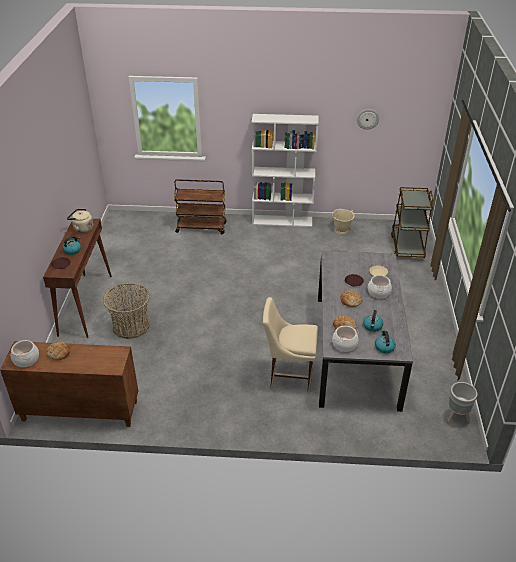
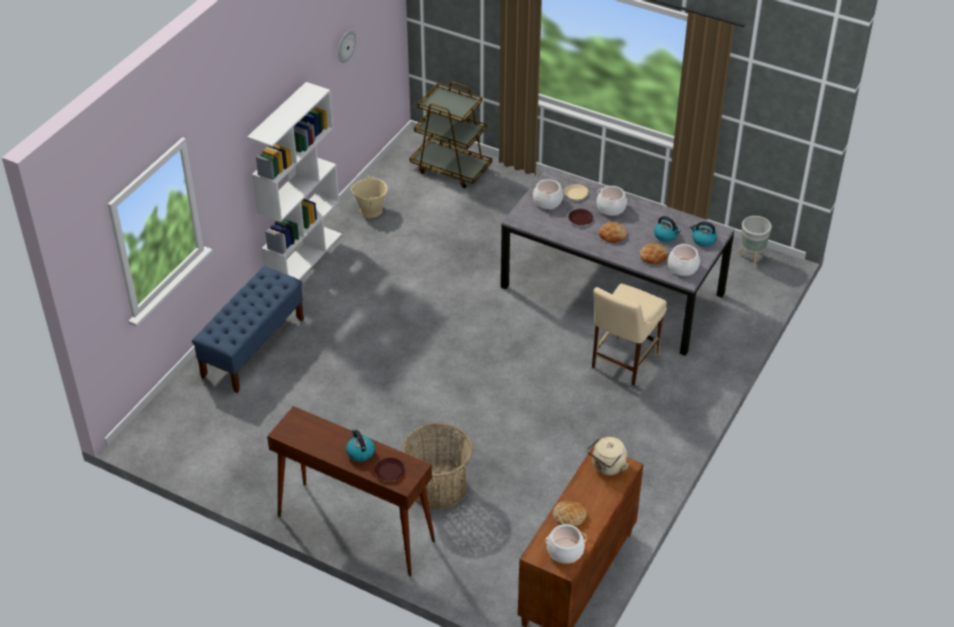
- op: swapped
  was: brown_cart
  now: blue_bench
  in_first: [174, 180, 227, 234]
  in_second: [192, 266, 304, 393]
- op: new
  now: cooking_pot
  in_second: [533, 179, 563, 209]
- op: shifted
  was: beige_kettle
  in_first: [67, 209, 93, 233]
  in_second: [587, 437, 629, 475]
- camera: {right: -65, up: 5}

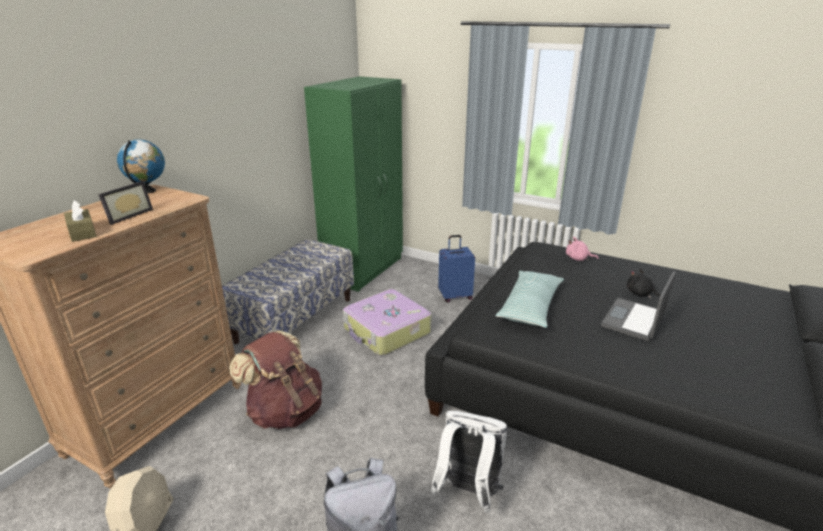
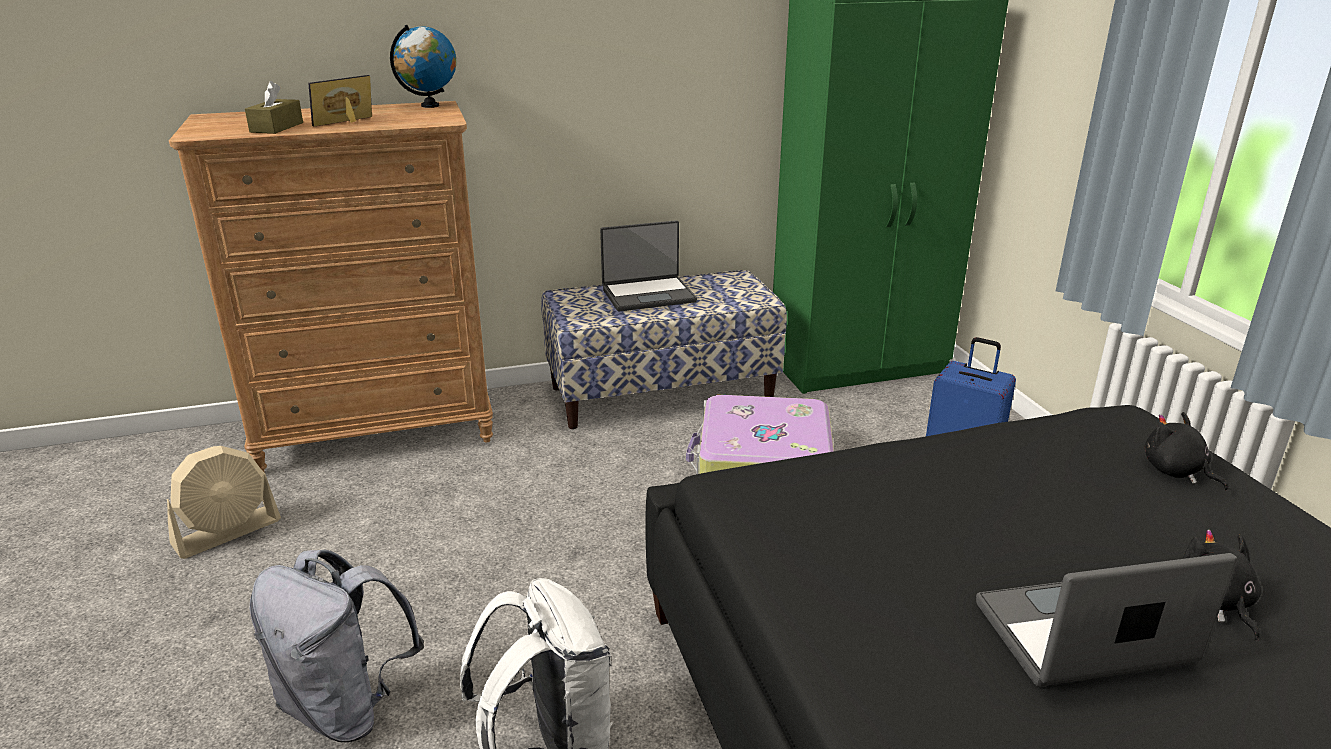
- op: rotated
  was: picture_frame
  in_first: [98, 181, 153, 225]
  in_second: [308, 75, 372, 127]
  clockwise: 150
- op: new
  now: laptop
  in_second: [600, 220, 697, 311]
- op: repainted
  was: pink_plush_toy
  now: black_plush_toy
  in_first: [566, 237, 598, 261]
  in_second: [1144, 412, 1228, 491]
- op: gone
  was: brown_backpack
  in_first: [229, 330, 322, 429]
- op: gone
  was: pillow
  in_first: [495, 271, 564, 328]
- camera: {right: 45, up: 0}

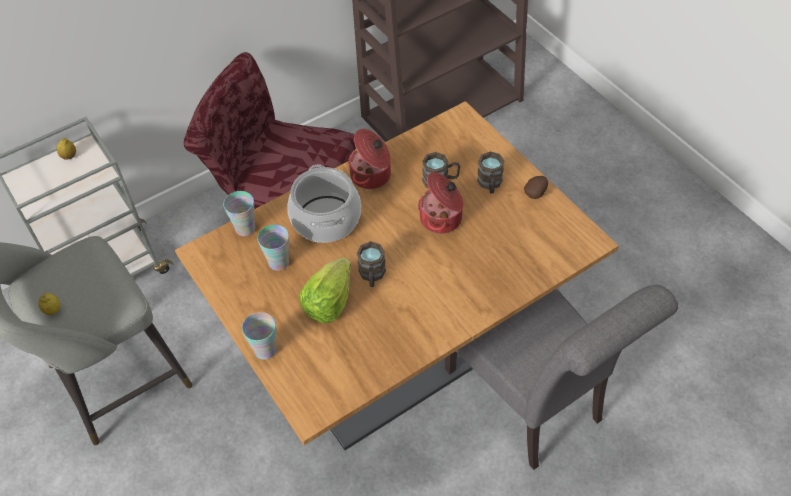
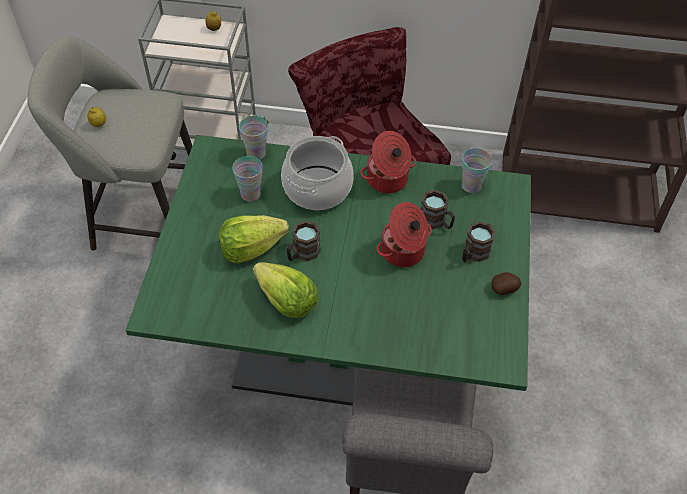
- op: repainted
  was: brown_dining_table
  now: green_dining_table
  in_first: [175, 101, 619, 450]
  in_second: [126, 135, 531, 406]
- op: new
  now: lettuce
  in_second: [253, 262, 318, 318]
- op: shifted
  was: cup
  in_first: [242, 312, 277, 360]
  in_second: [462, 148, 492, 193]
- camera: {right: 40, up: 0}

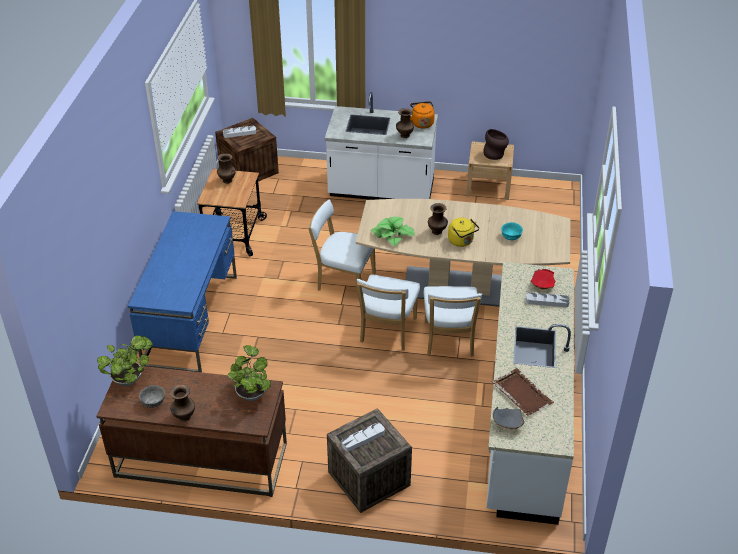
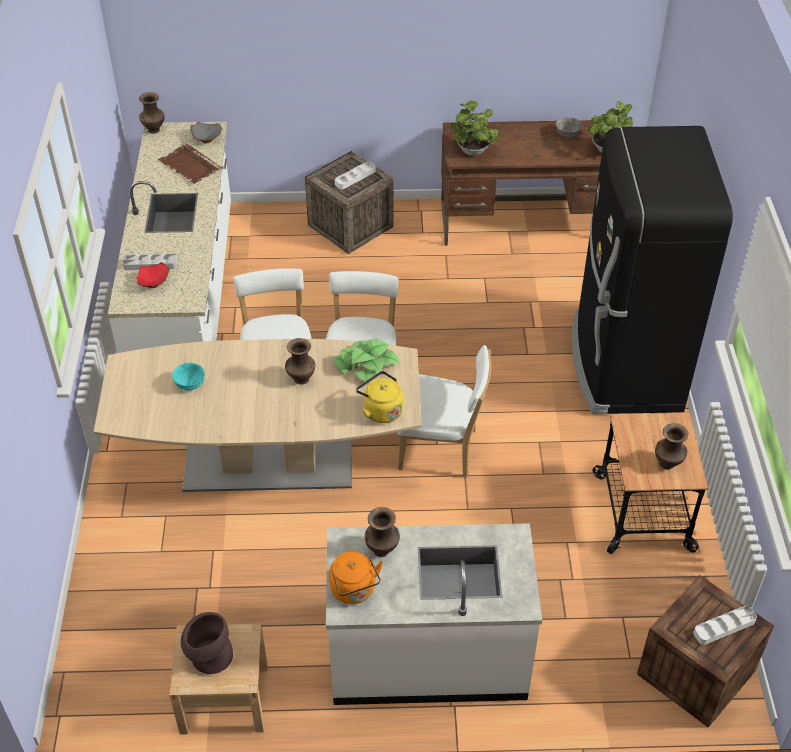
- op: shifted
  was: brown_vase
  in_first: [170, 385, 195, 422]
  in_second: [139, 92, 165, 134]
- op: shifted
  was: yellow_kettle
  in_first: [448, 218, 479, 247]
  in_second: [356, 371, 403, 423]
- op: swapped
  was: blue_desk
  now: black_fridge
  in_first: [128, 211, 237, 372]
  in_second: [572, 126, 733, 414]
- camera: {right: 170, up: 5}

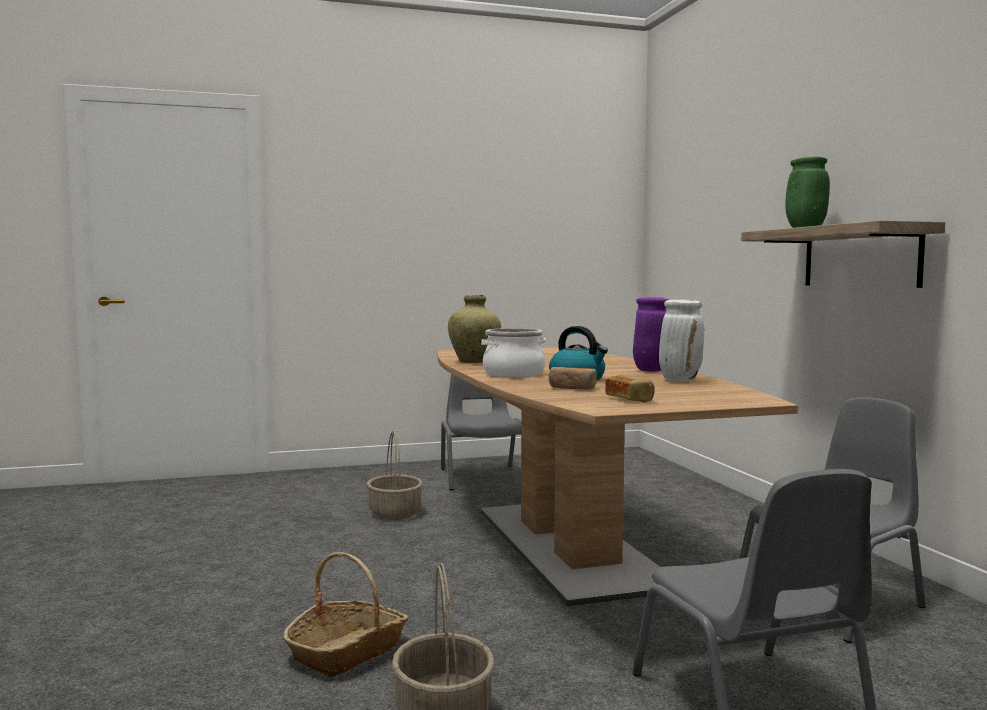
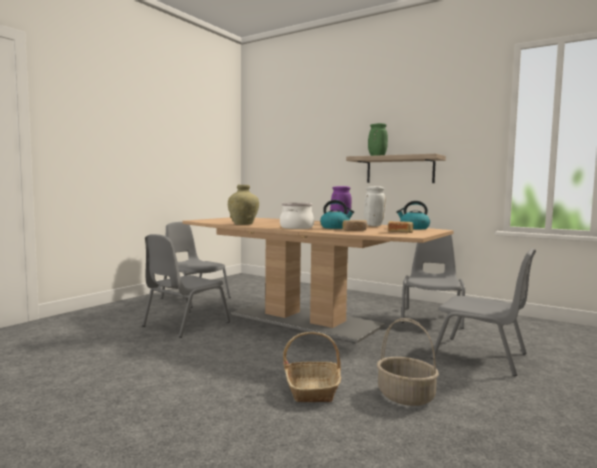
- op: swapped
  was: basket
  now: grey_chair
  in_first: [367, 431, 423, 520]
  in_second: [142, 234, 230, 338]
- op: new
  now: kettle
  in_second: [396, 201, 430, 229]
- camera: {right: -40, up: 0}

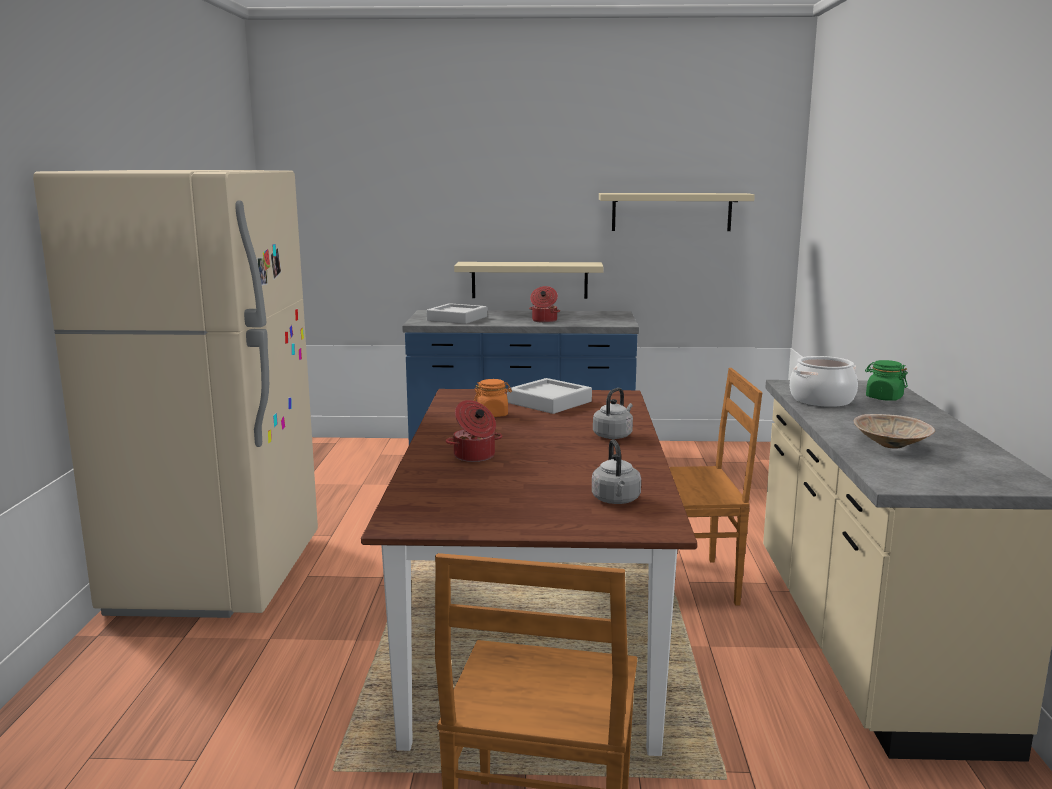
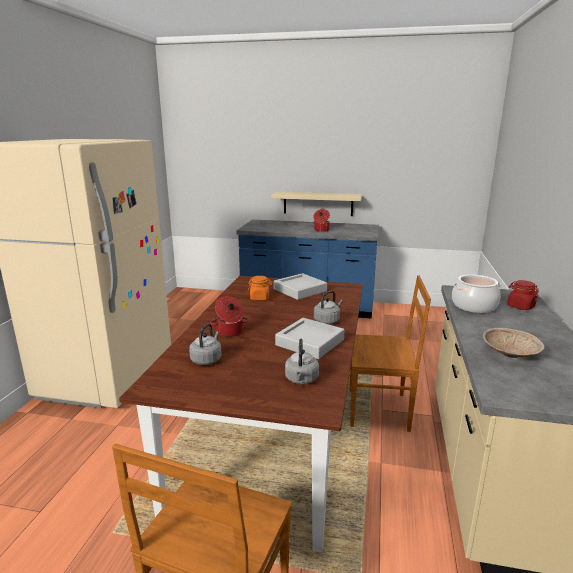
- op: new
  now: grey_kettle
  in_second: [189, 323, 222, 365]
- op: shifted
  was: grey_tray
  in_first: [427, 303, 487, 324]
  in_second: [275, 318, 344, 359]
- op: repainted
  was: green_jar
  now: red_jar
  in_first: [865, 360, 908, 401]
  in_second: [507, 280, 539, 310]
- op: gone
  was: beige_shelf
  in_first: [599, 193, 755, 231]
- camera: {right: 10, up: 5}

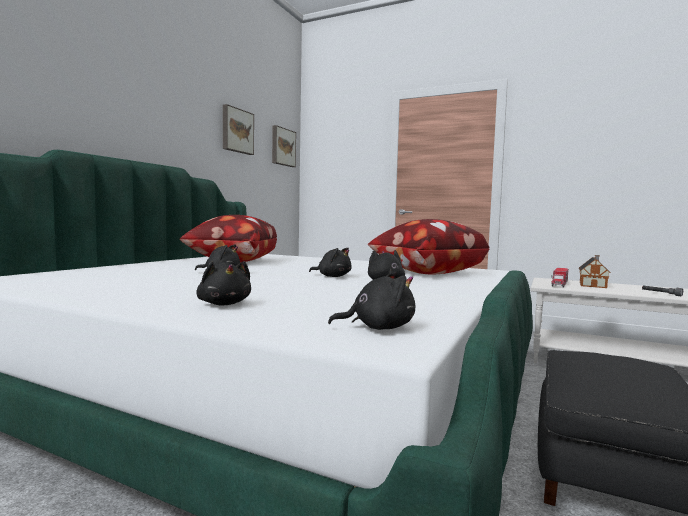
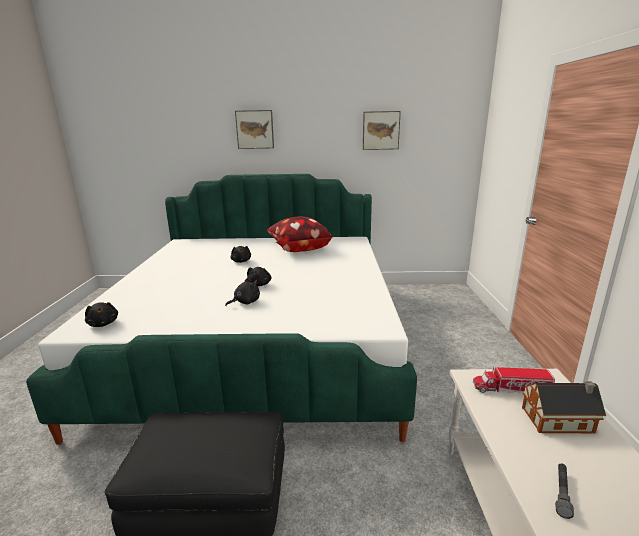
- op: shifted
  was: picture
  in_first: [272, 125, 296, 167]
  in_second: [235, 110, 274, 149]
- op: gone
  was: black_plush_toy
  in_first: [196, 261, 251, 305]
- op: gone
  was: pillow
  in_first: [368, 219, 490, 274]
- camera: {right: 65, up: 15}

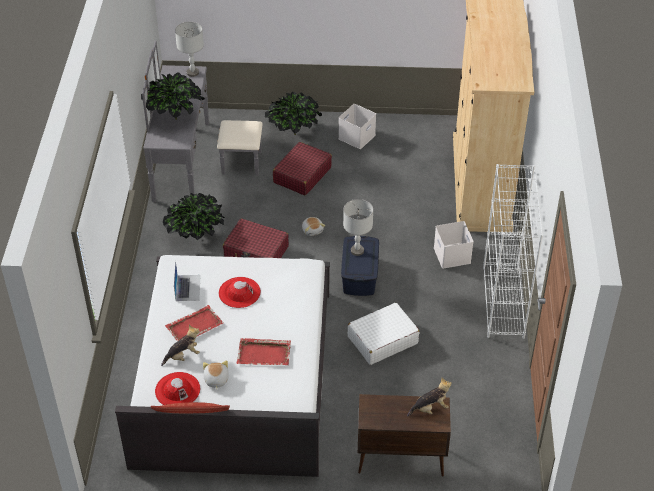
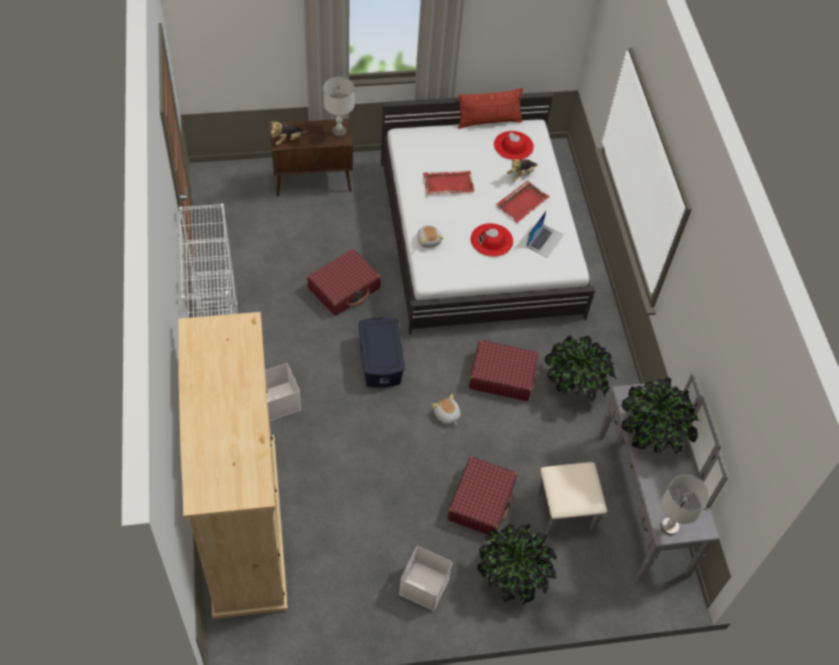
- op: repainted
  was: white_suitcase
  now: red_suitcase
  in_first: [348, 303, 419, 365]
  in_second: [307, 249, 381, 316]
- op: shifted
  was: grey_table_lamp
  in_first: [343, 199, 373, 256]
  in_second: [323, 77, 355, 138]
- op: shifted
  was: plush_toy
  in_first: [203, 361, 229, 390]
  in_second: [417, 225, 444, 248]
- op: rotated
  was: laptop
  in_first: [174, 261, 201, 301]
  in_second: [526, 211, 563, 257]
  clockwise: -135
- camera: {right: 165, up: 10}

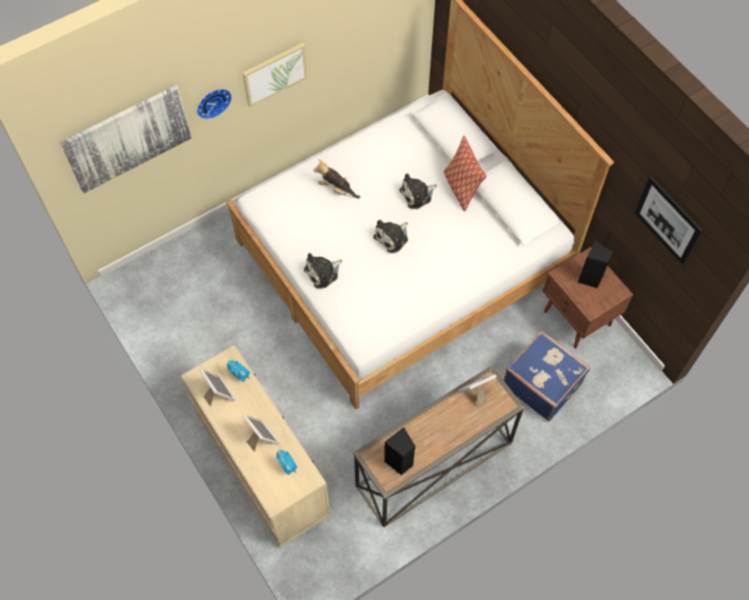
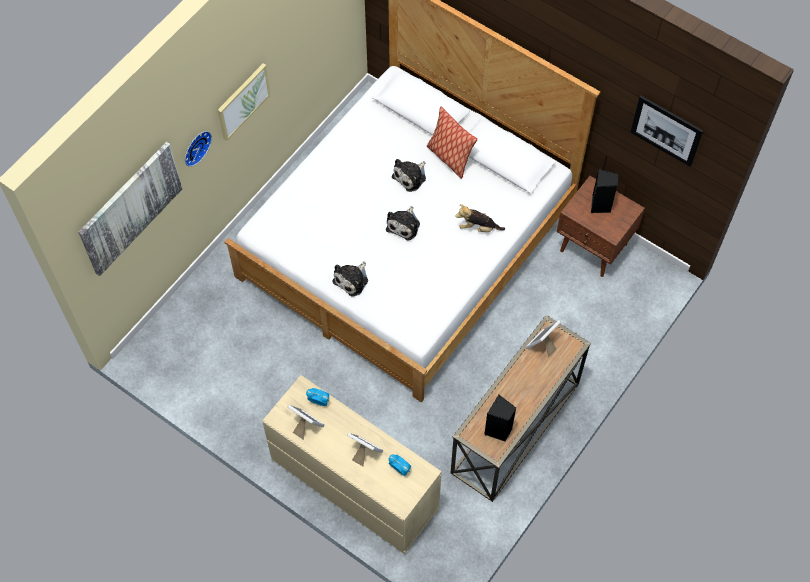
- op: shifted
  was: plush_toy
  in_first: [313, 159, 360, 199]
  in_second: [455, 204, 505, 232]
- op: gone
  was: blue_suitcase
  in_first: [504, 330, 591, 421]
- camera: {right: -20, up: 0}

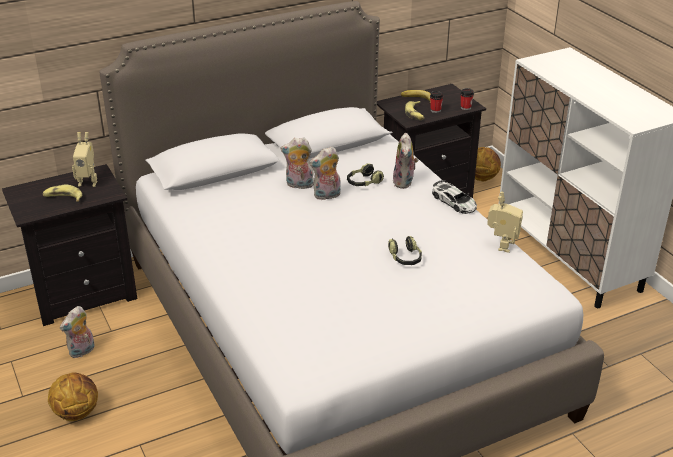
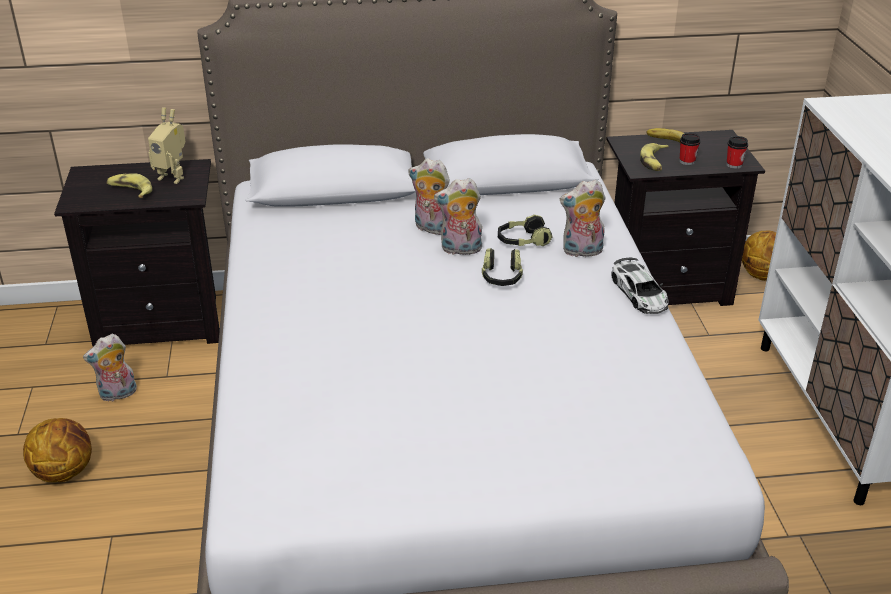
- op: shifted
  was: headphones
  in_first: [388, 236, 422, 265]
  in_second: [482, 248, 523, 286]
- op: rotated
  was: plush_toy
  in_first: [393, 133, 418, 189]
  in_second: [560, 179, 606, 257]
  clockwise: 60
- op: gone
  was: toy_robot
  in_first: [487, 192, 523, 253]
- camera: {right: 20, up: 0}

